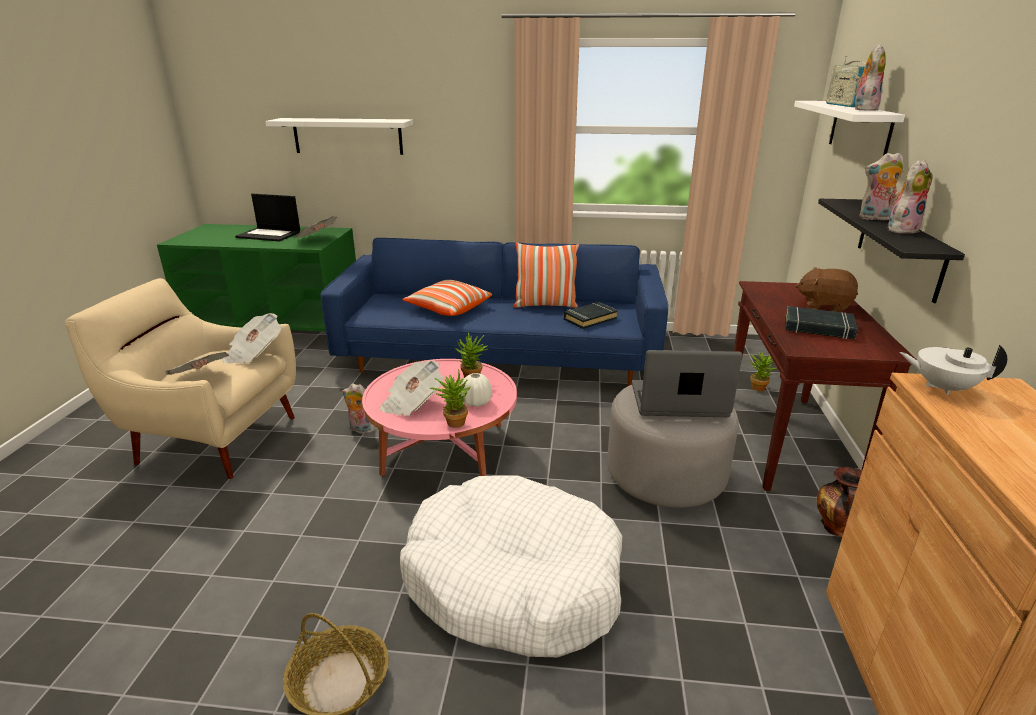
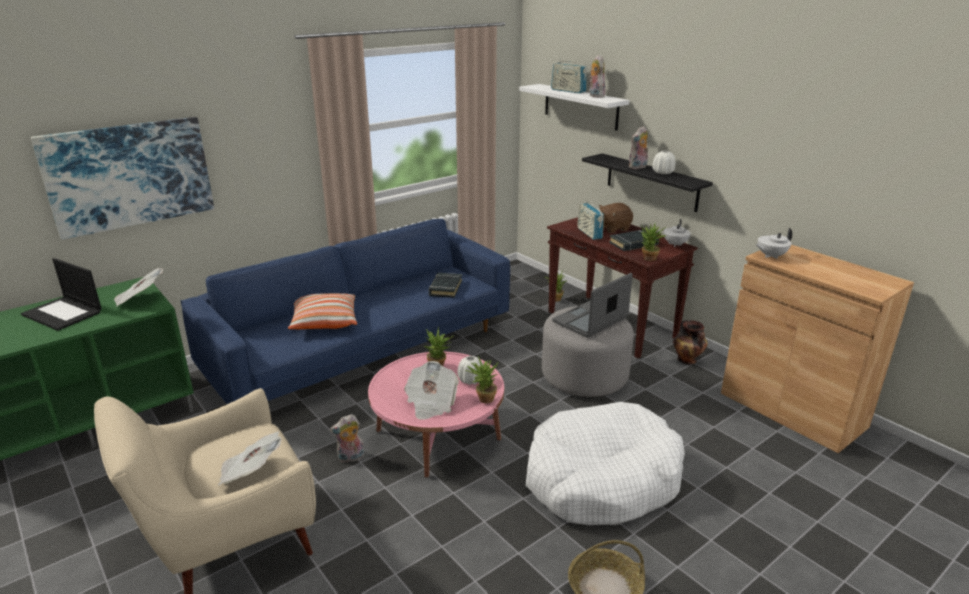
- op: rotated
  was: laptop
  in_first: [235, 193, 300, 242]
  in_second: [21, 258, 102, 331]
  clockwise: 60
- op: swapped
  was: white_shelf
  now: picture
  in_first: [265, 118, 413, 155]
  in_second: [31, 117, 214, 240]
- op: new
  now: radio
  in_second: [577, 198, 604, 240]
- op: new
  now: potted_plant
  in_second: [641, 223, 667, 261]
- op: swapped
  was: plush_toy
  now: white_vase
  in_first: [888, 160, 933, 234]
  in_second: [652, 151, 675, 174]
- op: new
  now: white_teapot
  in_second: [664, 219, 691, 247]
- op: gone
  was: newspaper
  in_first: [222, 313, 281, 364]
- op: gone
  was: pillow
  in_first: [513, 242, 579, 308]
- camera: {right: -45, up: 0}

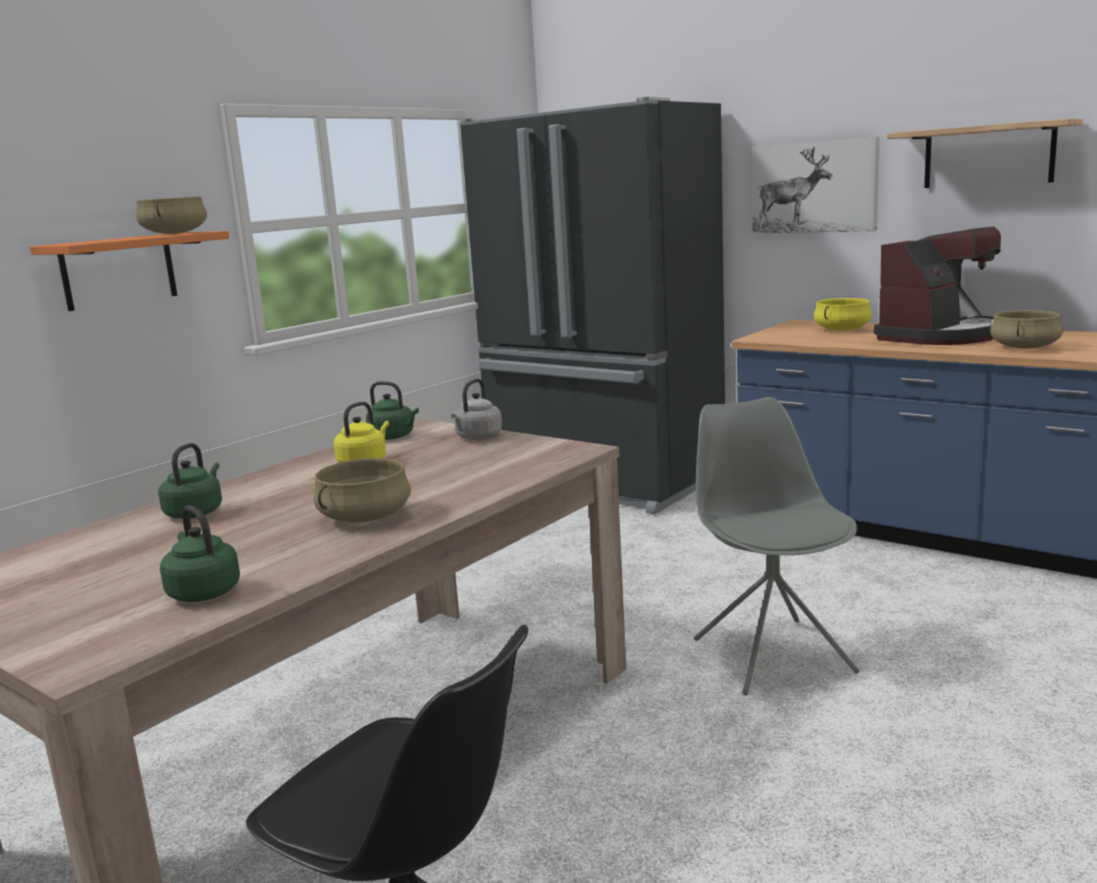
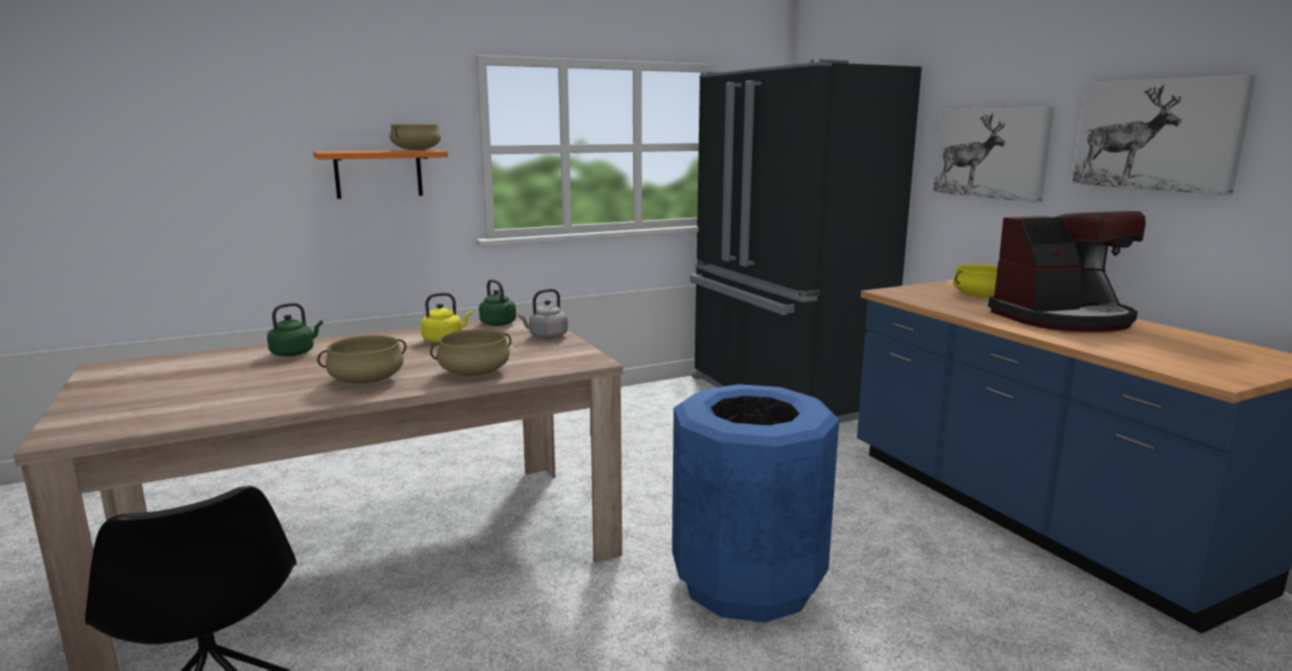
- op: shifted
  was: beige_cooking_pot
  in_first: [990, 310, 1063, 349]
  in_second: [430, 329, 512, 376]
- op: swapped
  was: grey_chair
  now: blue_trash_can
  in_first: [694, 397, 859, 695]
  in_second: [672, 384, 839, 623]
- op: swapped
  was: shelf
  now: picture
  in_first: [887, 118, 1083, 188]
  in_second: [1072, 75, 1256, 195]
- op: gone
  was: green_kettle
  in_first: [160, 505, 240, 602]
- camera: {right: 25, up: 0}

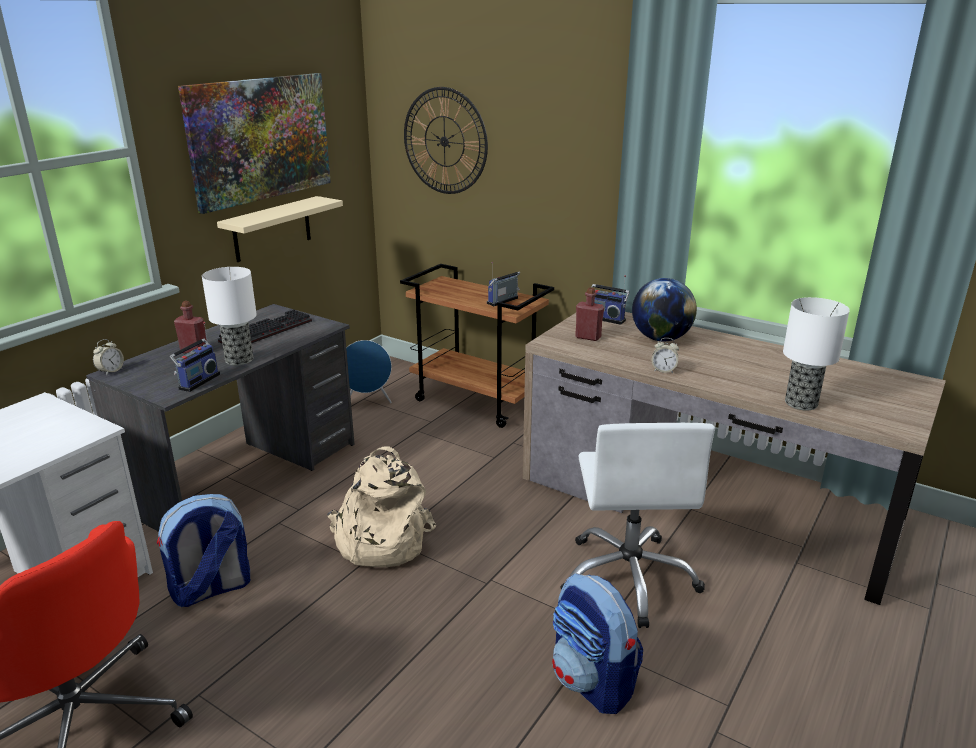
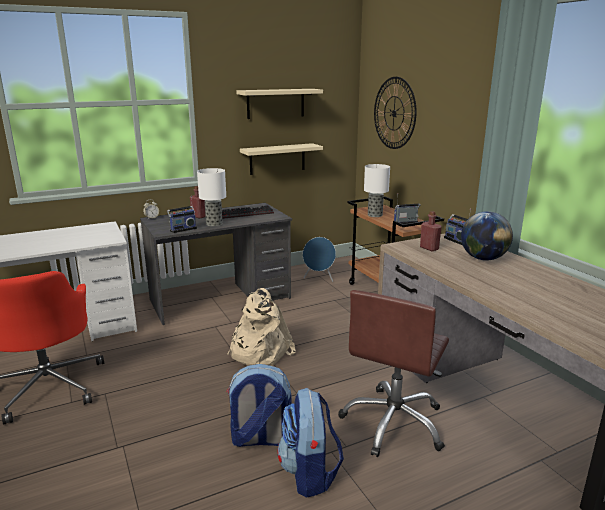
- op: shifted
  was: backpack
  in_first: [156, 494, 250, 607]
  in_second: [226, 364, 292, 447]
- op: swapped
  was: picture
  now: beige_shelf
  in_first: [178, 73, 331, 214]
  in_second: [236, 89, 323, 119]
- op: repainted
  was: white_office_chair
  now: brown_office_chair
  in_first: [560, 423, 715, 628]
  in_second: [338, 290, 449, 457]
- op: shifted
  was: table_lamp
  in_first: [783, 297, 850, 411]
  in_second: [364, 164, 390, 217]
- op: gone
  was: alarm_clock
  in_first: [652, 338, 679, 373]
- camera: {right: 30, up: -5}

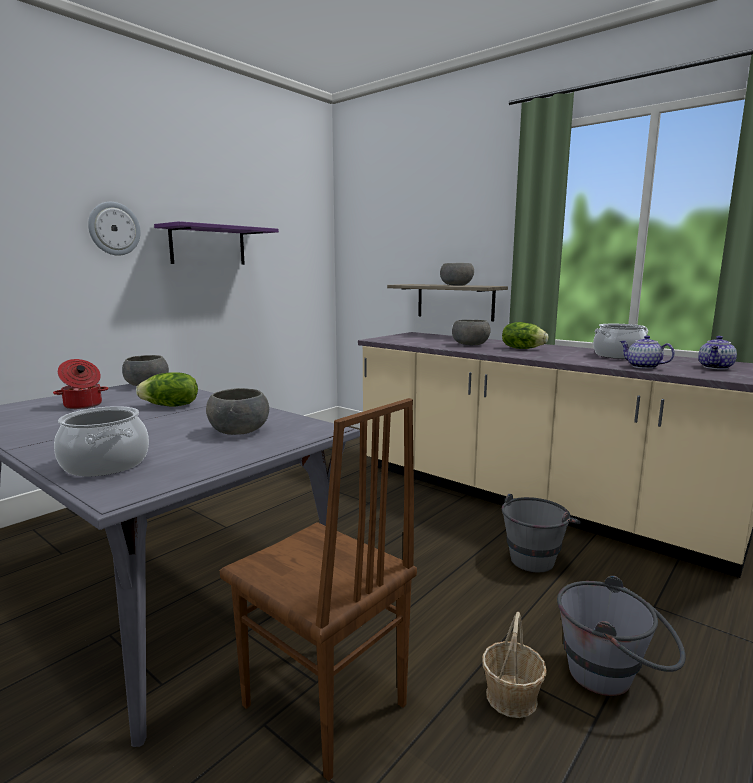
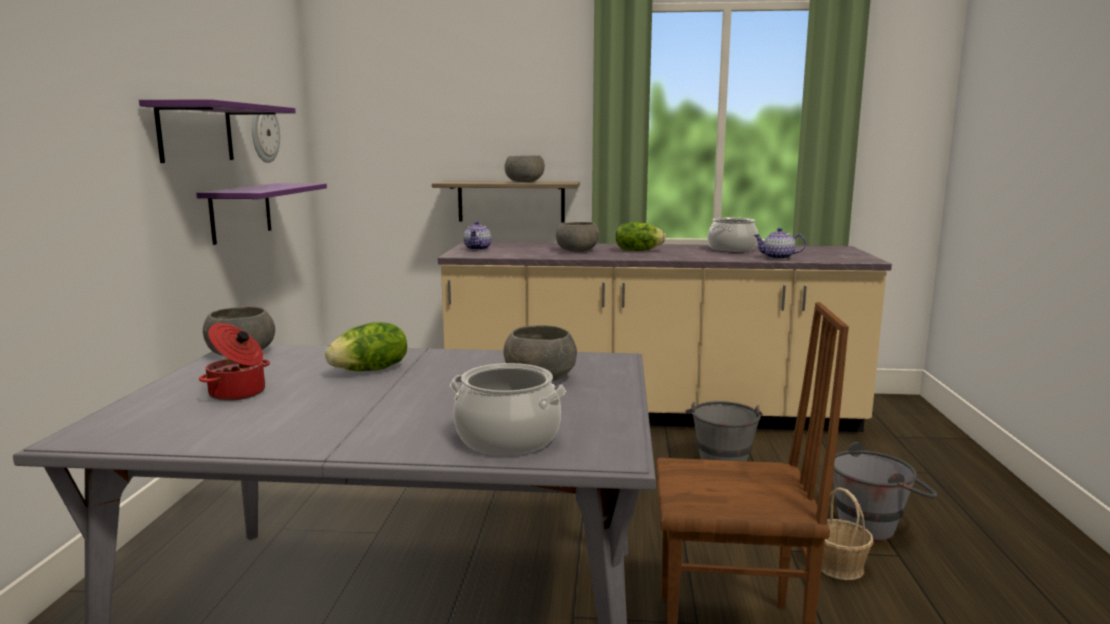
- op: new
  now: purple_shelf
  in_second: [196, 183, 327, 245]
- op: shifted
  was: wall_clock
  in_first: [88, 202, 141, 256]
  in_second: [252, 103, 280, 163]
- op: shifted
  was: teapot
  in_first: [698, 336, 737, 370]
  in_second: [463, 221, 492, 250]
- camera: {right: -35, up: 0}

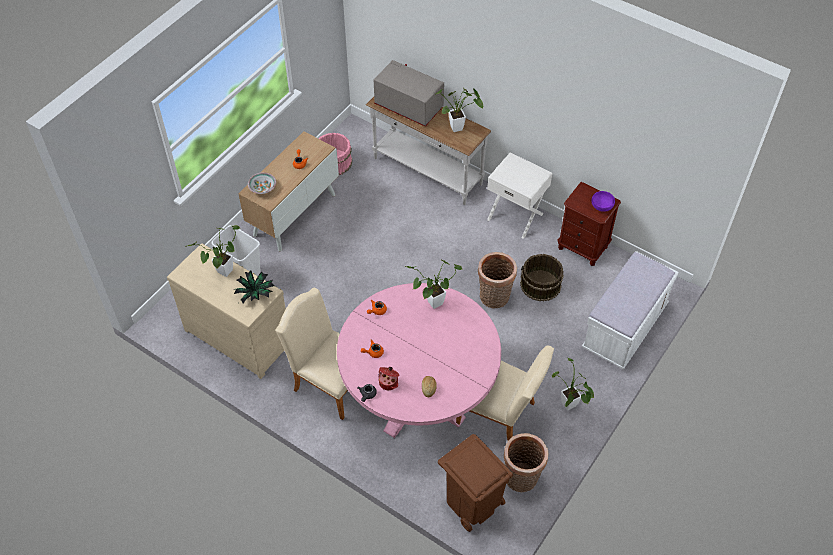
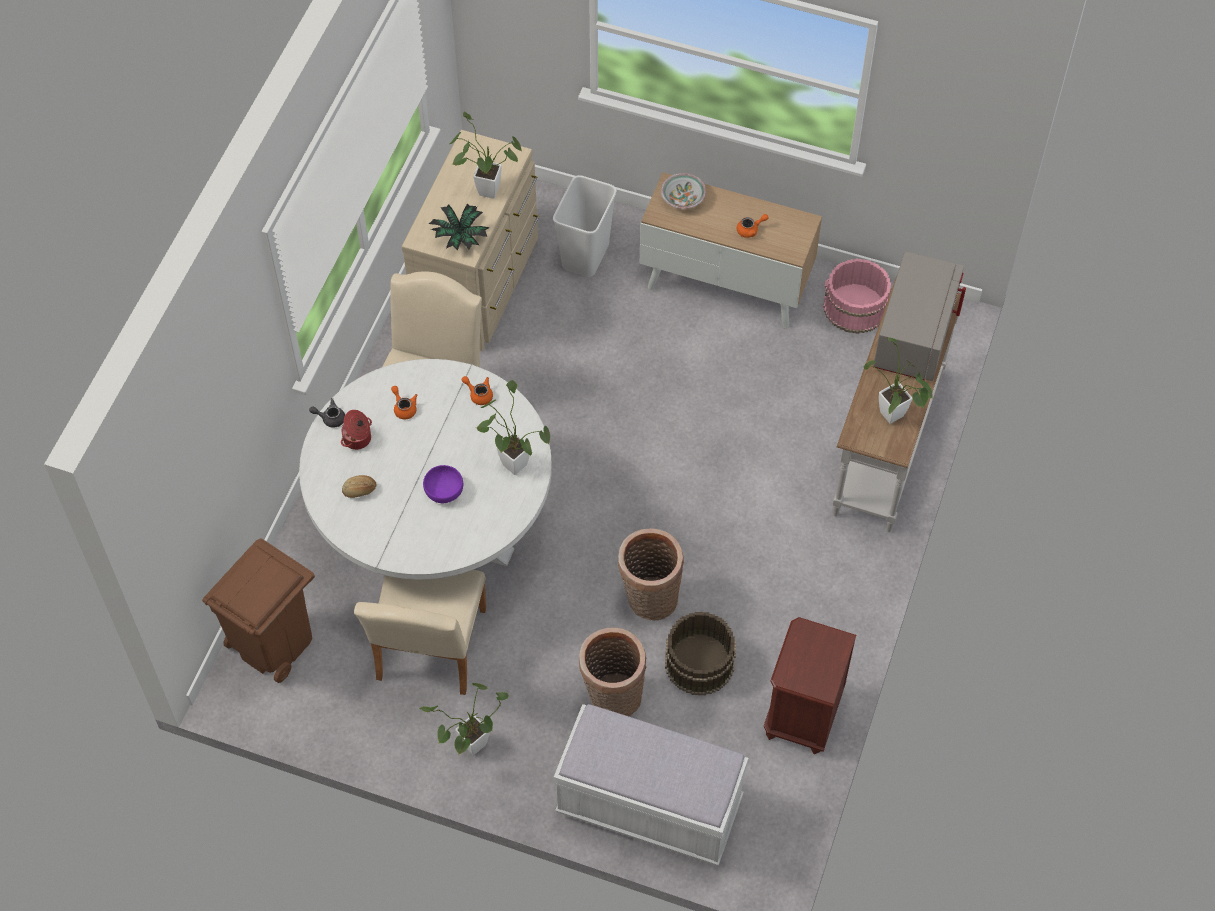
- op: repainted
  was: pink_dining_table
  now: white_dining_table
  in_first: [337, 283, 501, 438]
  in_second: [299, 359, 552, 579]
- op: shifted
  was: purple_bowl
  in_first: [591, 191, 615, 212]
  in_second: [423, 465, 463, 503]
- op: shifted
  was: basket
  in_first: [504, 433, 548, 492]
  in_second: [579, 628, 647, 716]
- op: gone
  was: white_nightstand
  in_first: [487, 152, 552, 239]
- camera: {right: 75, up: 5}

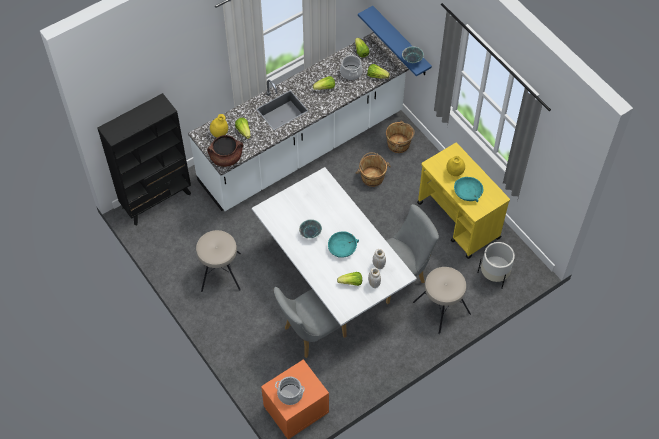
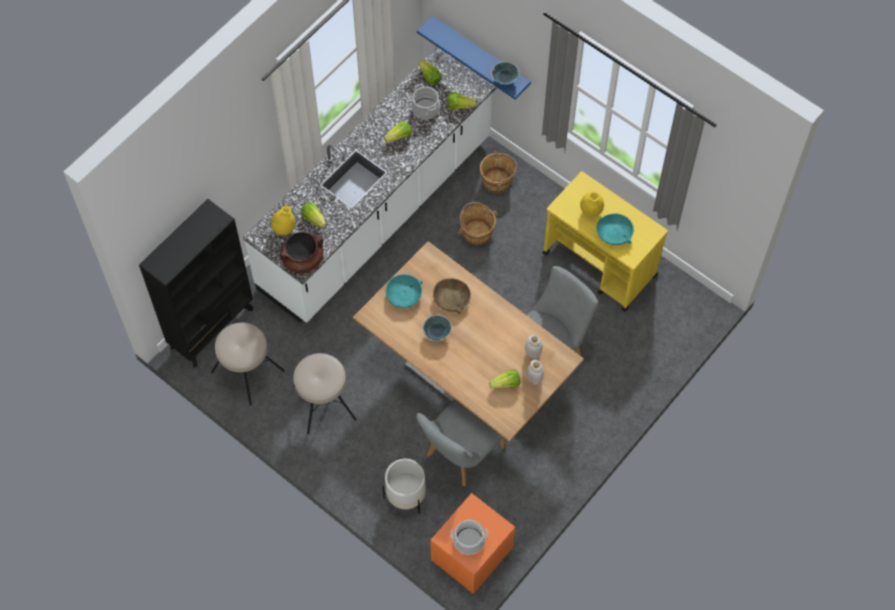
- op: shifted
  was: beige_stool
  in_first: [413, 267, 471, 334]
  in_second: [211, 323, 285, 406]
- op: repainted
  was: white_dining_table
  now: brown_dining_table
  in_first: [252, 167, 417, 326]
  in_second: [353, 241, 584, 442]
- op: shifted
  was: white_planter
  in_first: [478, 242, 515, 289]
  in_second: [382, 459, 426, 514]
- op: shifted
  was: turquoise_bowl
  in_first: [328, 231, 359, 258]
  in_second: [386, 274, 423, 308]
- op: new
  now: brown_bowl
  in_second: [433, 278, 471, 314]
- camera: {right: -15, up: 5}

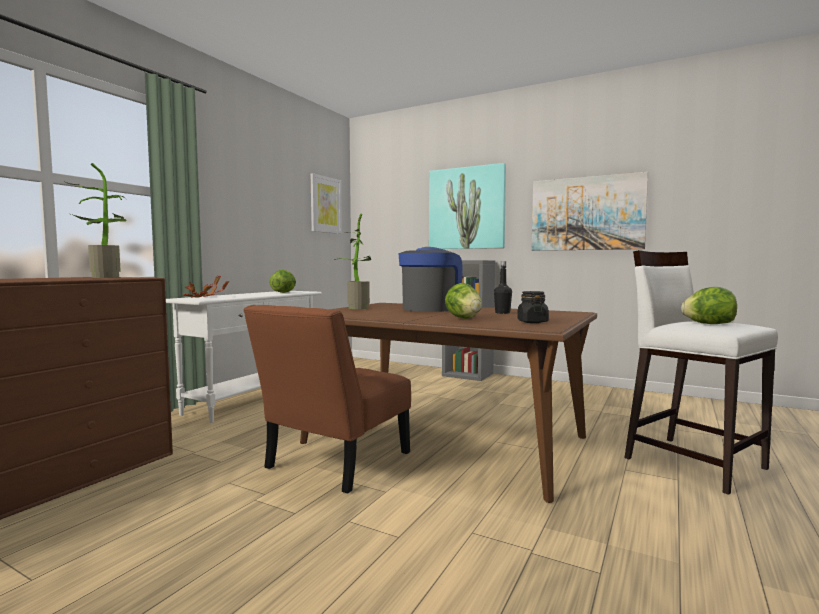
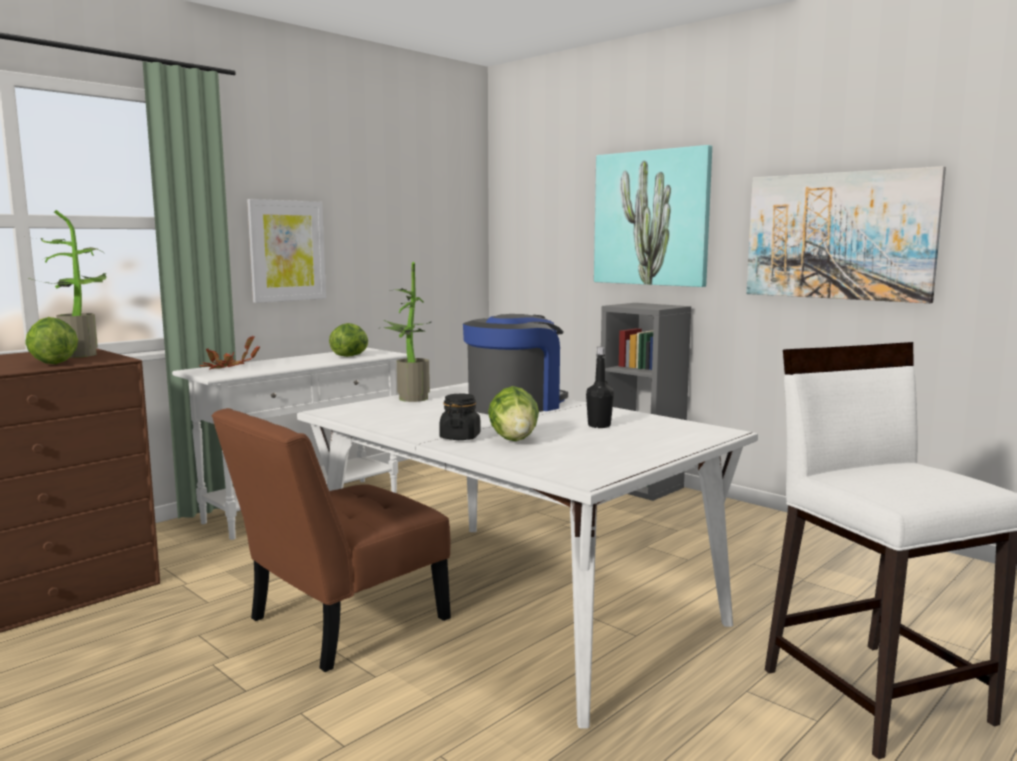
- op: shifted
  was: lettuce
  in_first: [681, 287, 737, 324]
  in_second: [25, 317, 78, 364]
- op: shifted
  was: picture
  in_first: [311, 173, 342, 234]
  in_second: [247, 199, 326, 303]
- op: repainted
  was: brown_dining_table
  now: white_dining_table
  in_first: [300, 303, 597, 503]
  in_second: [297, 383, 758, 729]
- op: shifted
  was: black_jar
  in_first: [517, 291, 549, 323]
  in_second: [439, 394, 481, 440]
- camera: {right: 15, up: 5}

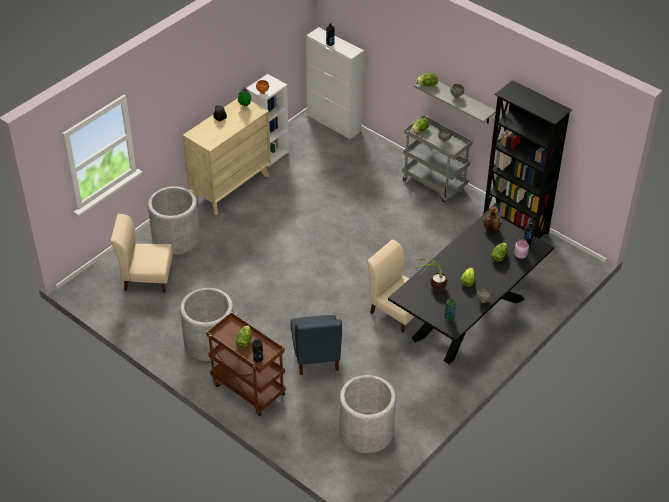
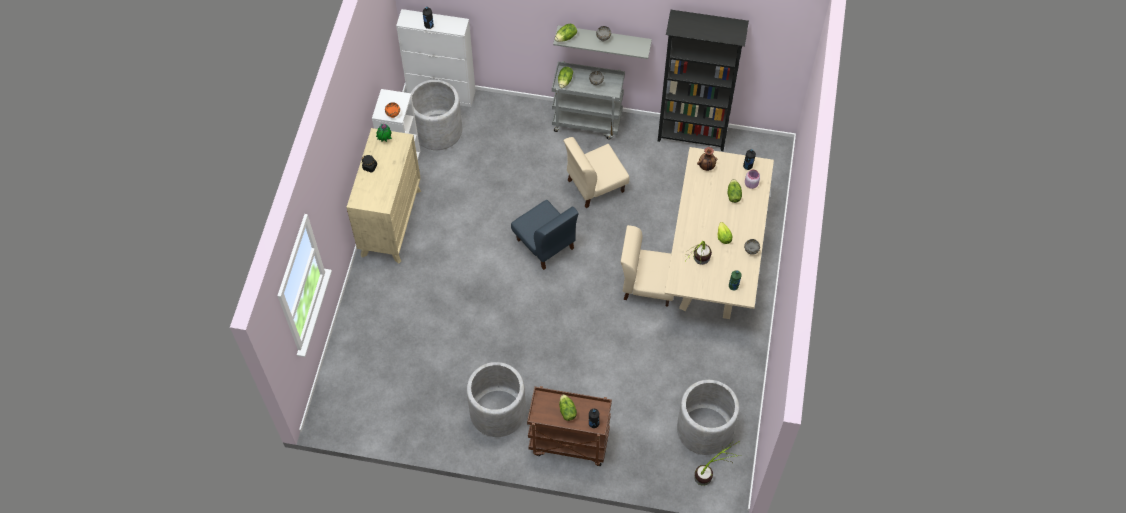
- op: shifted
  was: grey_planter
  in_first: [148, 186, 200, 255]
  in_second: [411, 80, 462, 150]
- op: shifted
  was: blue_chair
  in_first: [290, 315, 342, 375]
  in_second: [511, 200, 578, 270]
- op: shifted
  was: beige_chair
  in_first: [111, 214, 173, 292]
  in_second: [564, 137, 629, 208]
- op: repainted
  was: black_dining_table
  now: beige_dining_table
  in_first: [388, 211, 554, 364]
  in_second: [665, 147, 774, 319]
- op: new
  now: potted_plant
  in_second: [694, 441, 740, 486]
- camera: {right: -30, up: 15}

